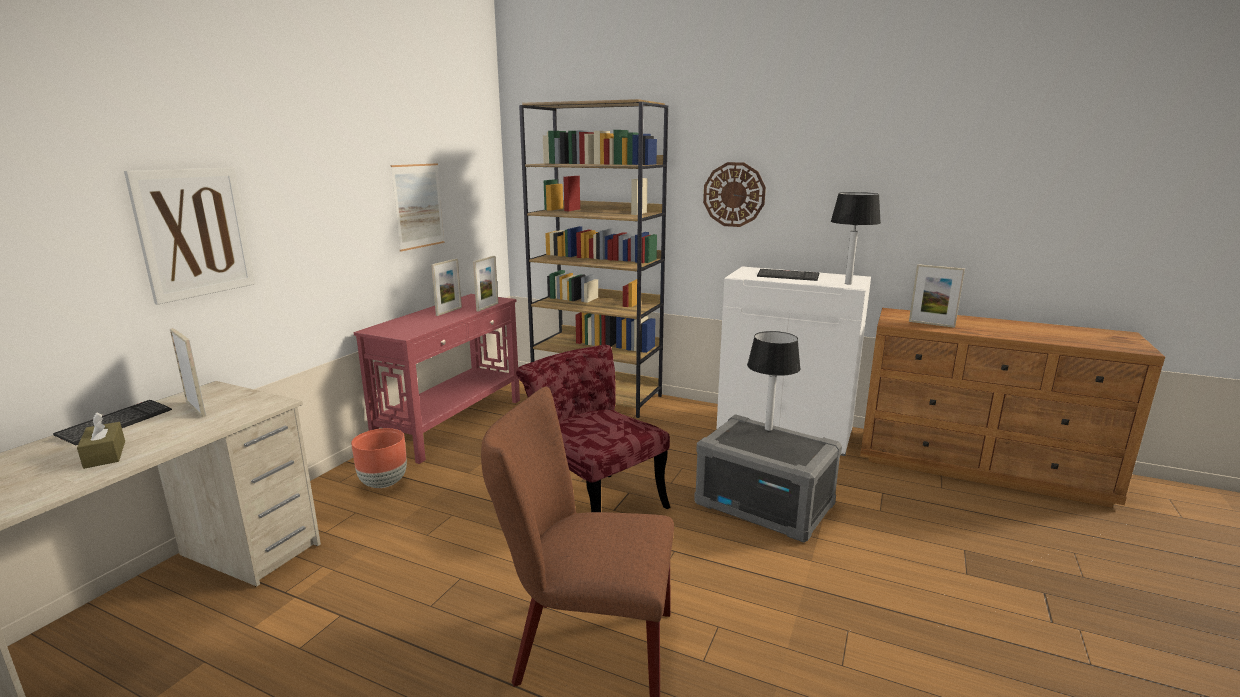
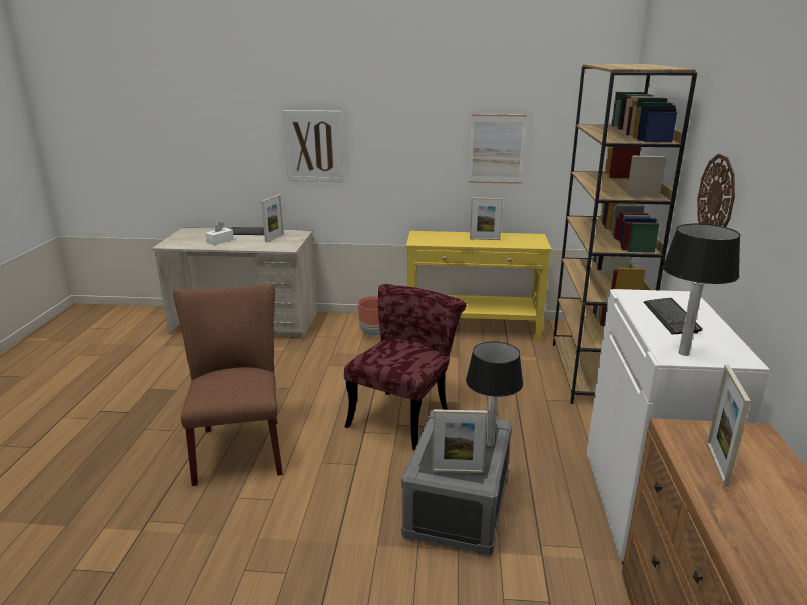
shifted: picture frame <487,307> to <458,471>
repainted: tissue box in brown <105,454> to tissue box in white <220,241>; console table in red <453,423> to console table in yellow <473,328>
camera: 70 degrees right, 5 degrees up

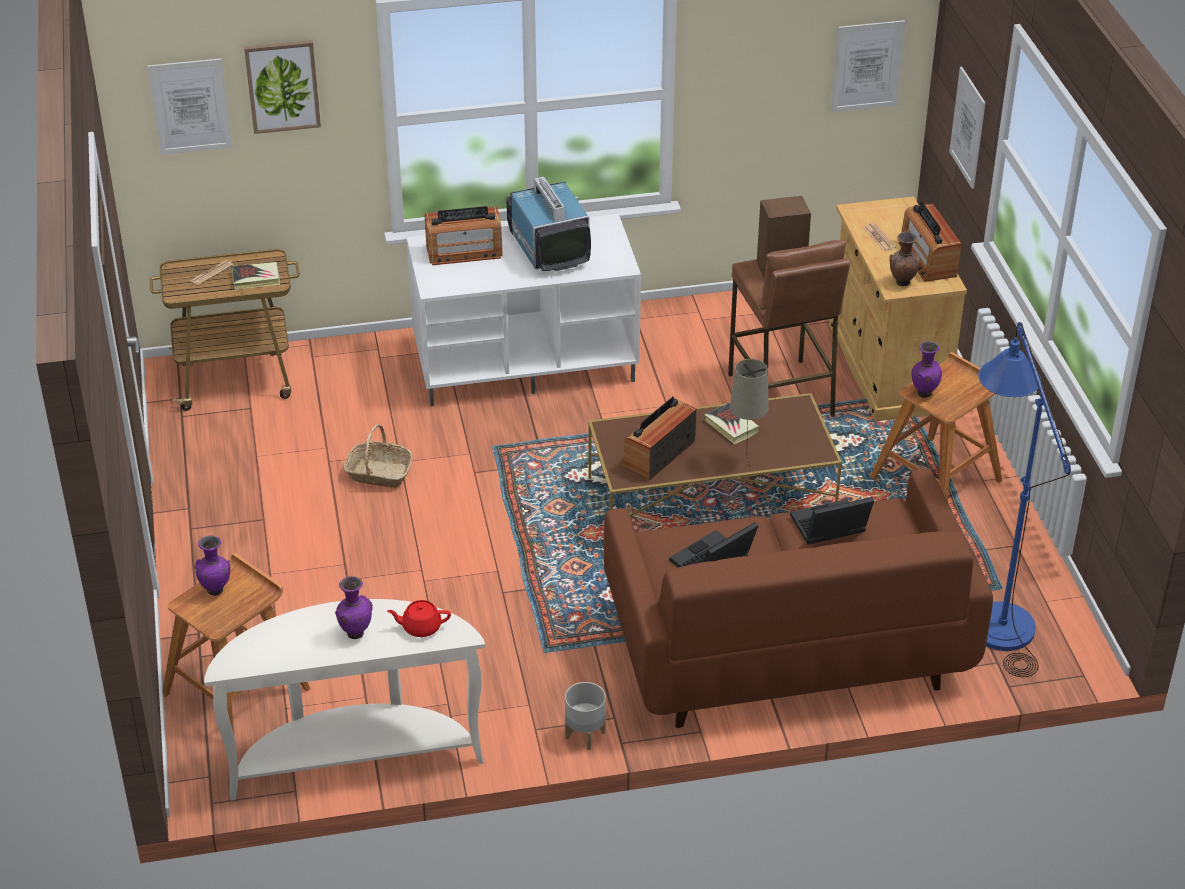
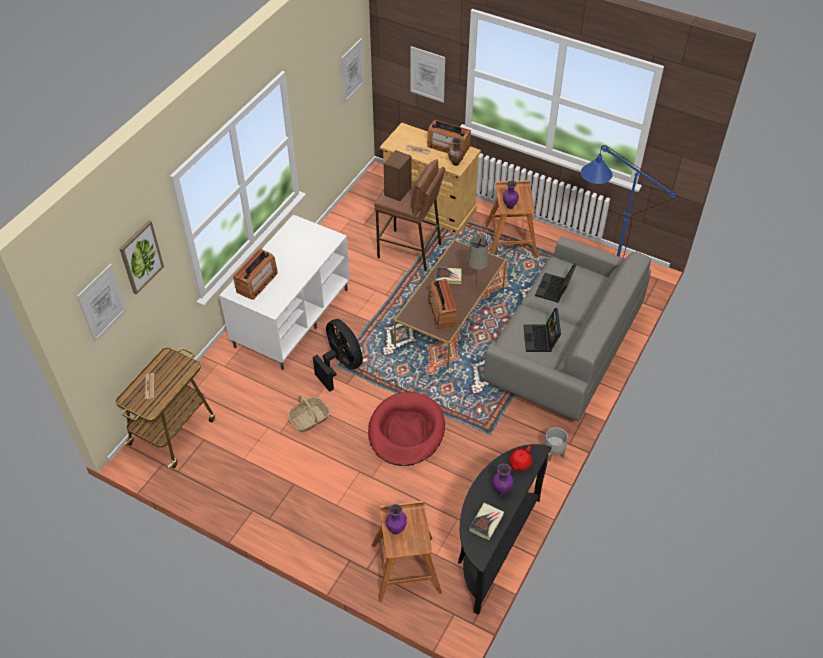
gone: television <548,246>
new: fan in black <340,365>; dog bed in red <406,431>
shifted: book <256,279> to <486,522>
repainted: console table in white <354,756> to console table in black <492,546>; sofa in brown <786,647> to sofa in grey <562,353>
camera: 50 degrees left, 10 degrees up

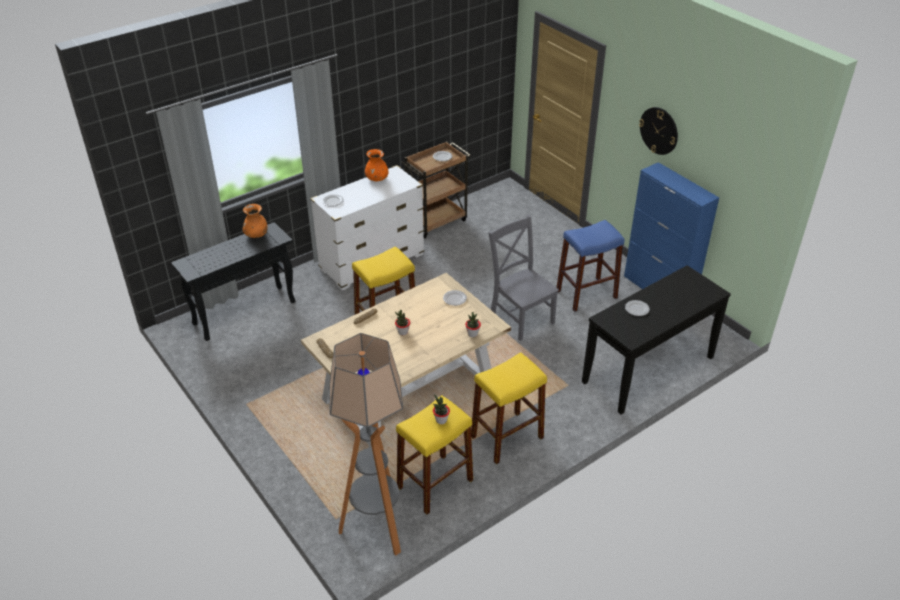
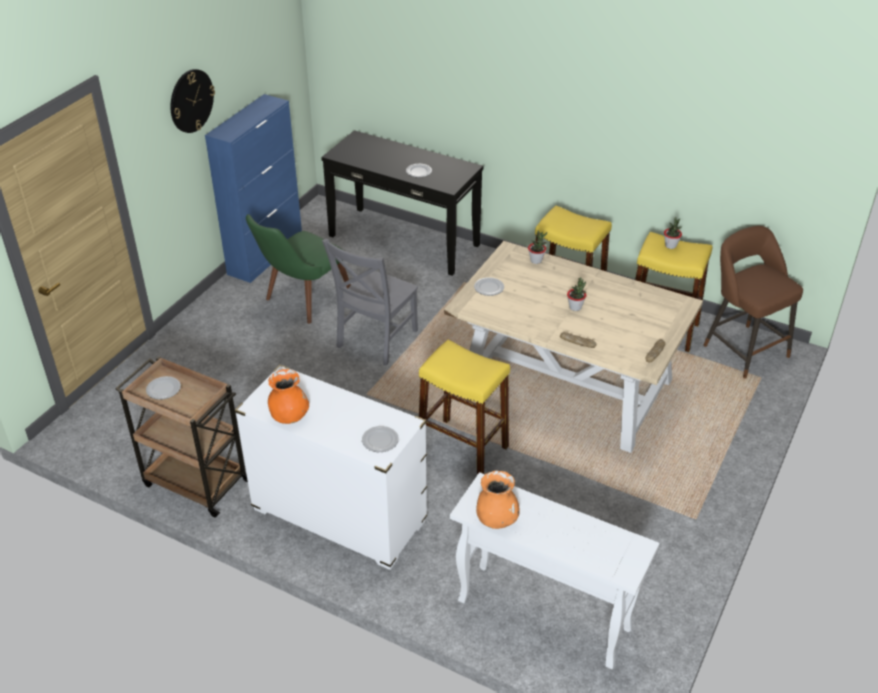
swapped: stool in blue <586,294> to chair in green <301,302>; floor lamp <376,527> to stool in brown <742,349>
repainted: console table in black <245,312> to console table in white <542,615>
camera: 115 degrees left, 0 degrees up

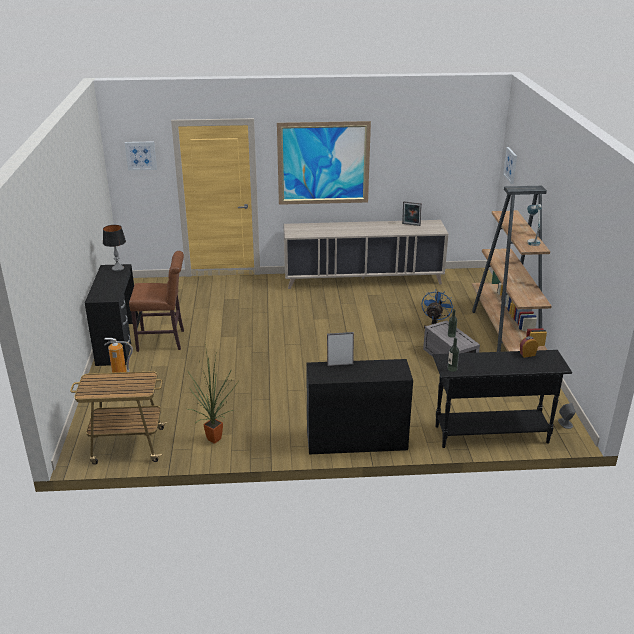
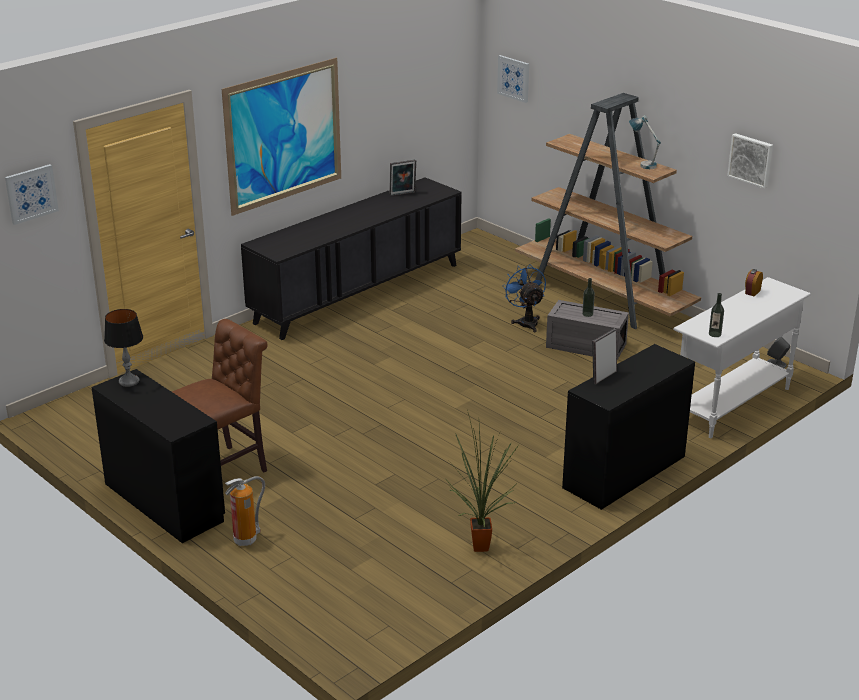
gone: cart <127,446>
new: picture <751,160>
repainted: cabinet in beige <363,279> to cabinet in black <357,293>; console table in black <490,434> to console table in white <732,404>
camera: 40 degrees left, 0 degrees up

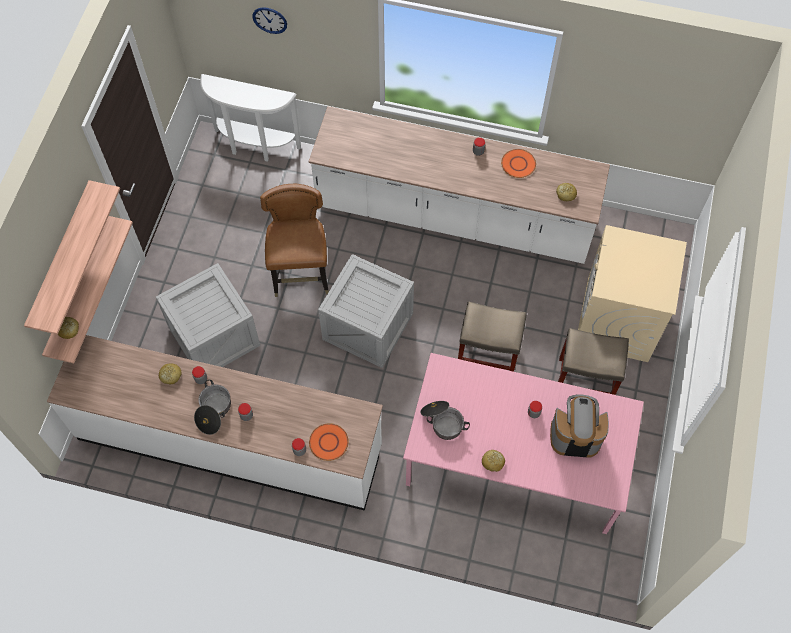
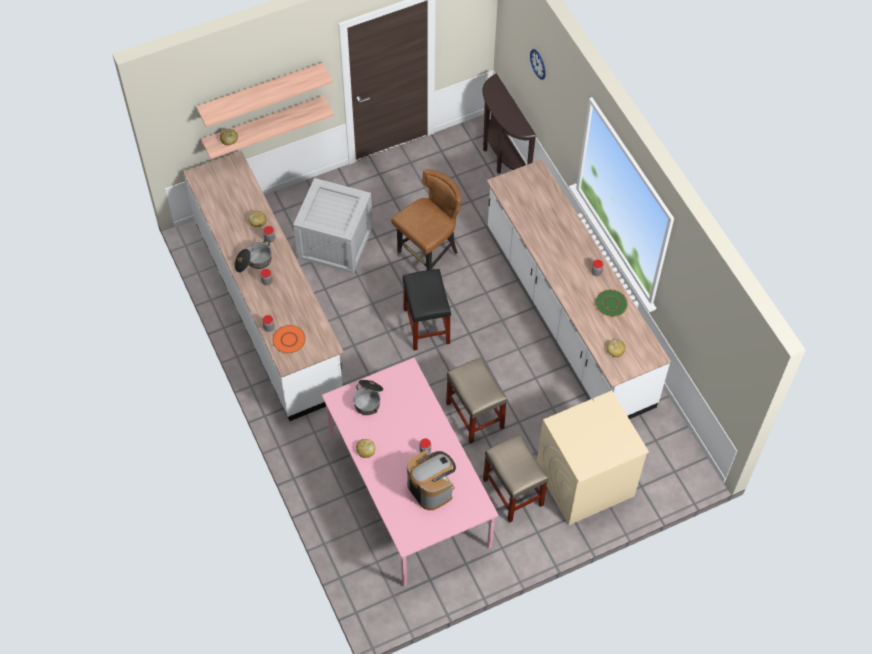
swapped: crate <366,327> to stool in black <426,325>
repainted: console table in white <255,147> to console table in brown <501,158>; plate in orange <518,164> to plate in green <611,303>
camera: 50 degrees right, 5 degrees down

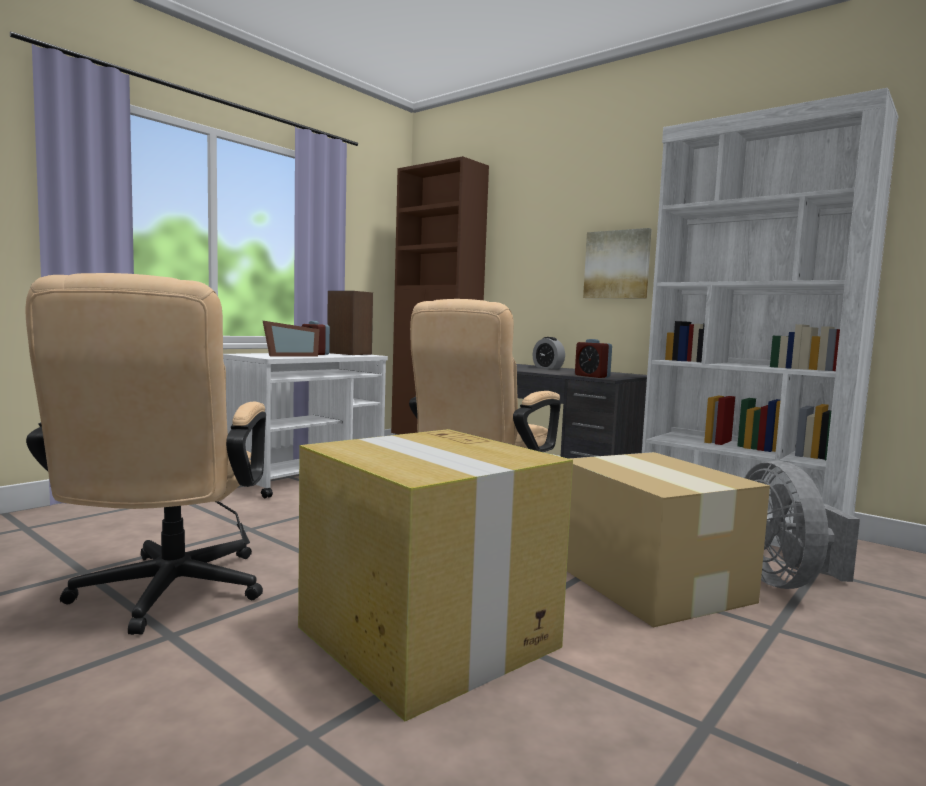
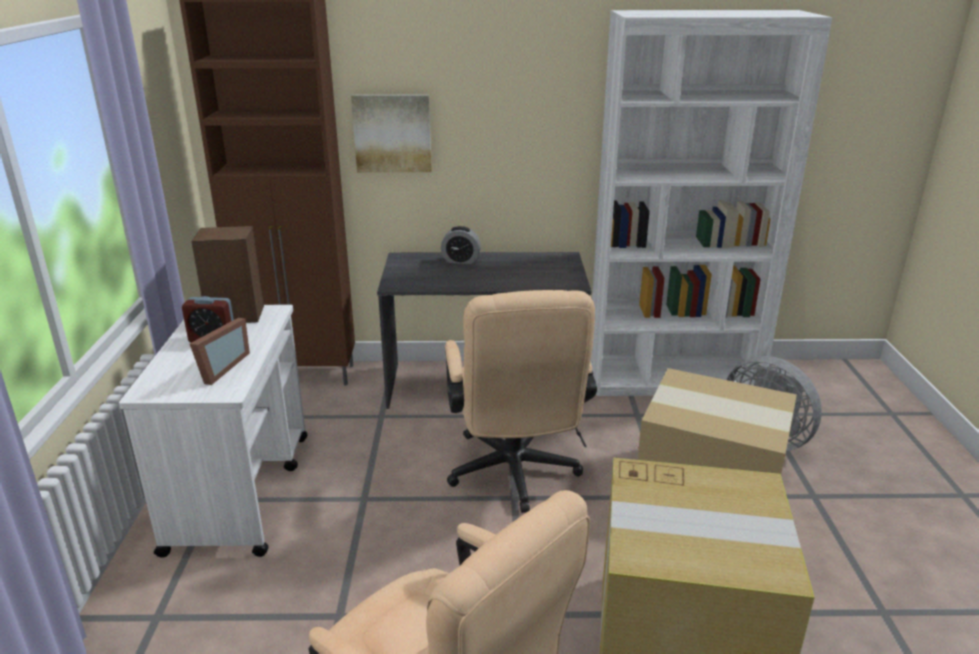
gone: alarm clock <592,376>
shifted: picture <617,264> to <392,133>
camera: 40 degrees left, 20 degrees up

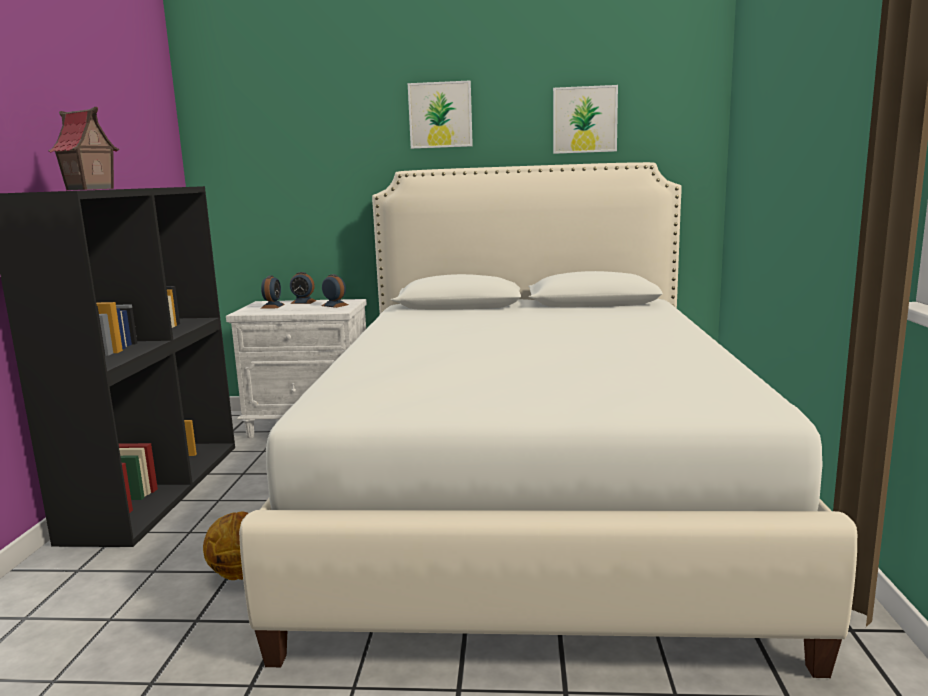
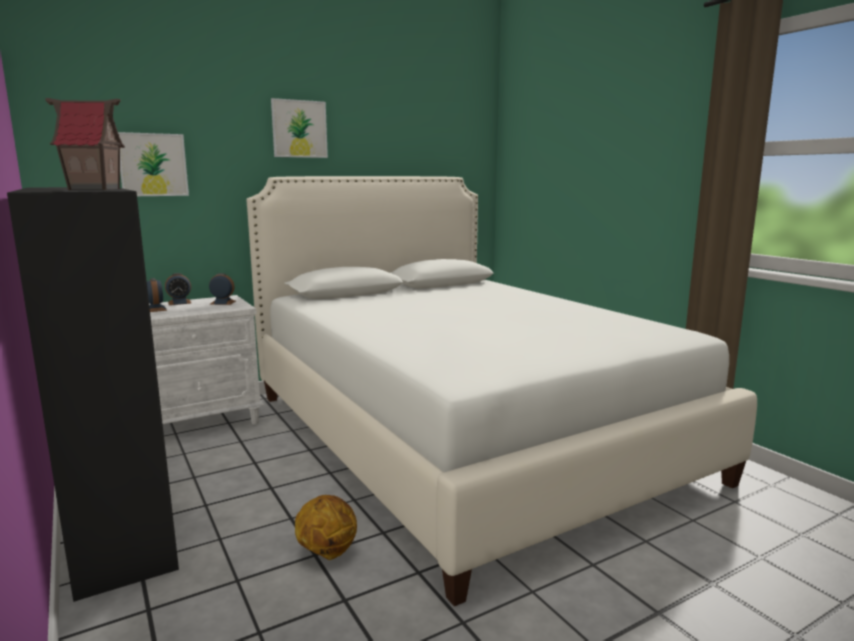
shifted: picture <584,120> to <153,165>
camera: 35 degrees left, 0 degrees up

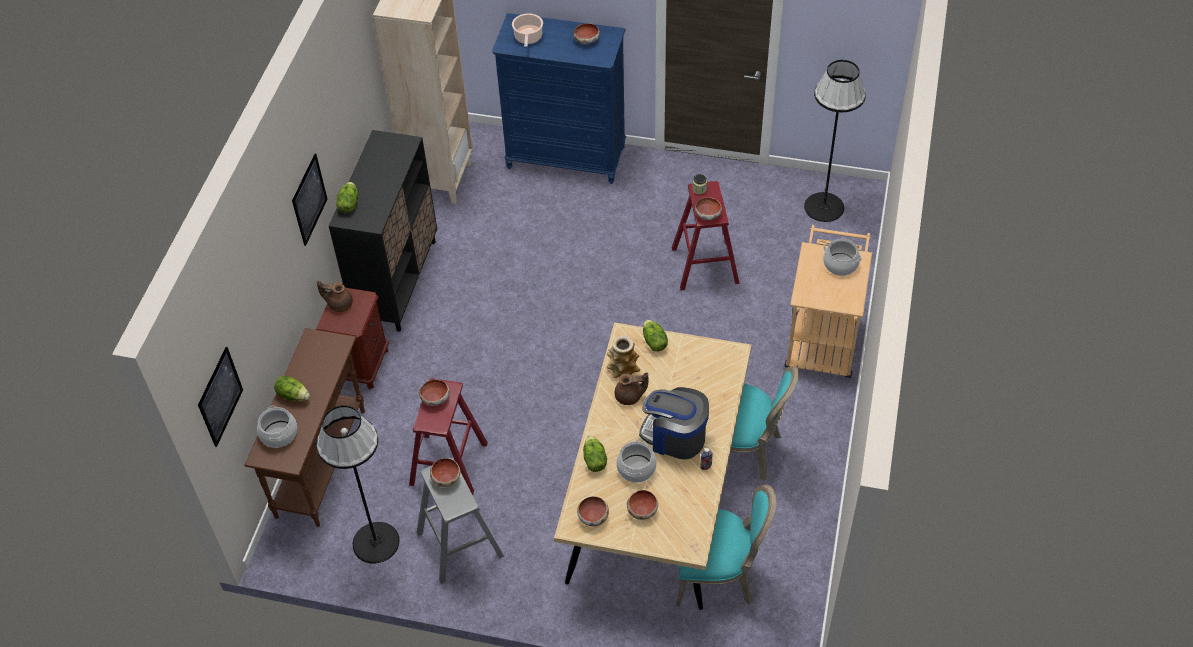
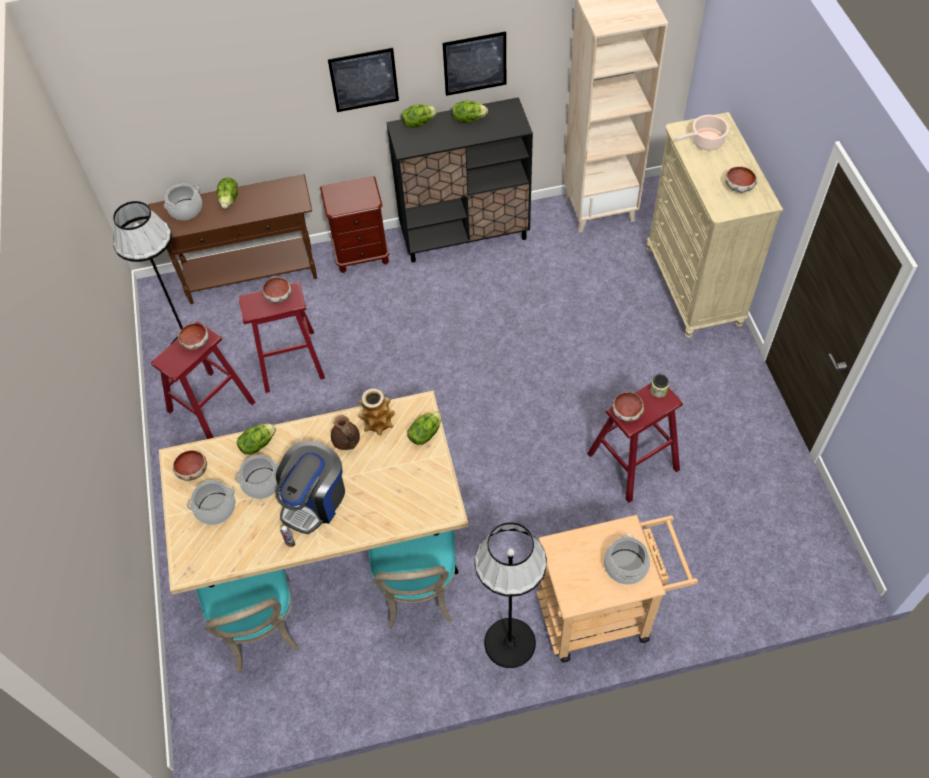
gone: teapot in brown <339,304>
new: lettuce <468,119>
shifted: picture <220,396> to <475,63>; floor lamp in black <824,207> to <510,642>
swapped: bowl <642,510> to cooking pot <215,508>
repainted: stool in grey <460,544> to stool in red <211,407>; dresser in blue <566,158> to dresser in beige <693,287>
rotated: coffee machine <674,437> = <314,500> 150 degrees counterclockwise
camera: 65 degrees right, 5 degrees up

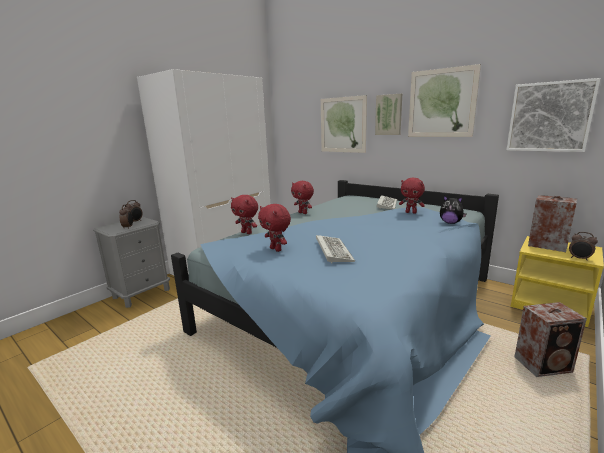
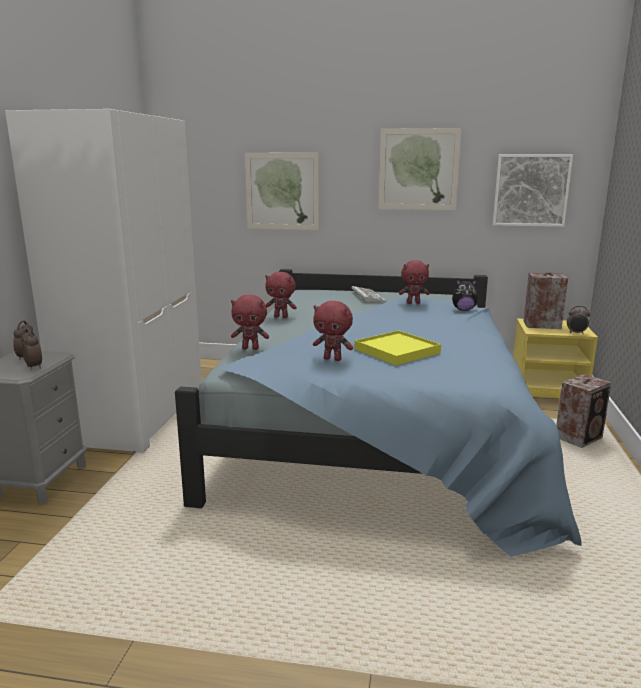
gone: picture <389,115>
swapped: keyboard <332,250> to tray in yellow <396,351>
camera: 30 degrees left, 0 degrees up

